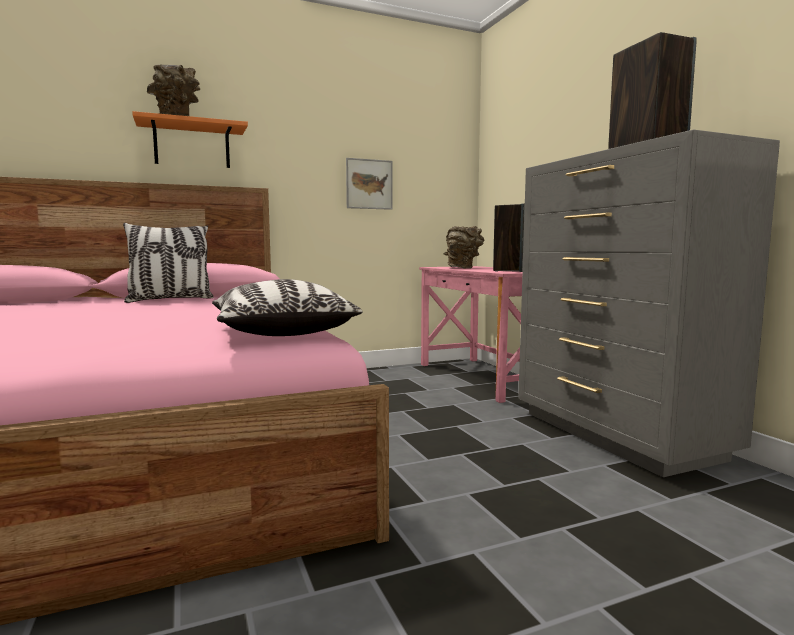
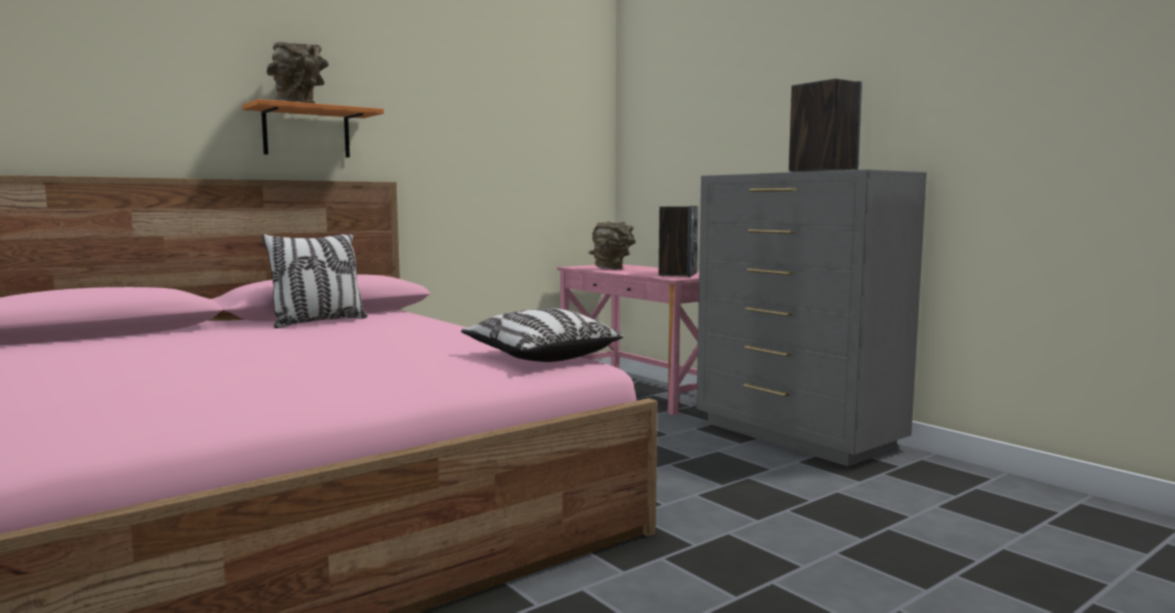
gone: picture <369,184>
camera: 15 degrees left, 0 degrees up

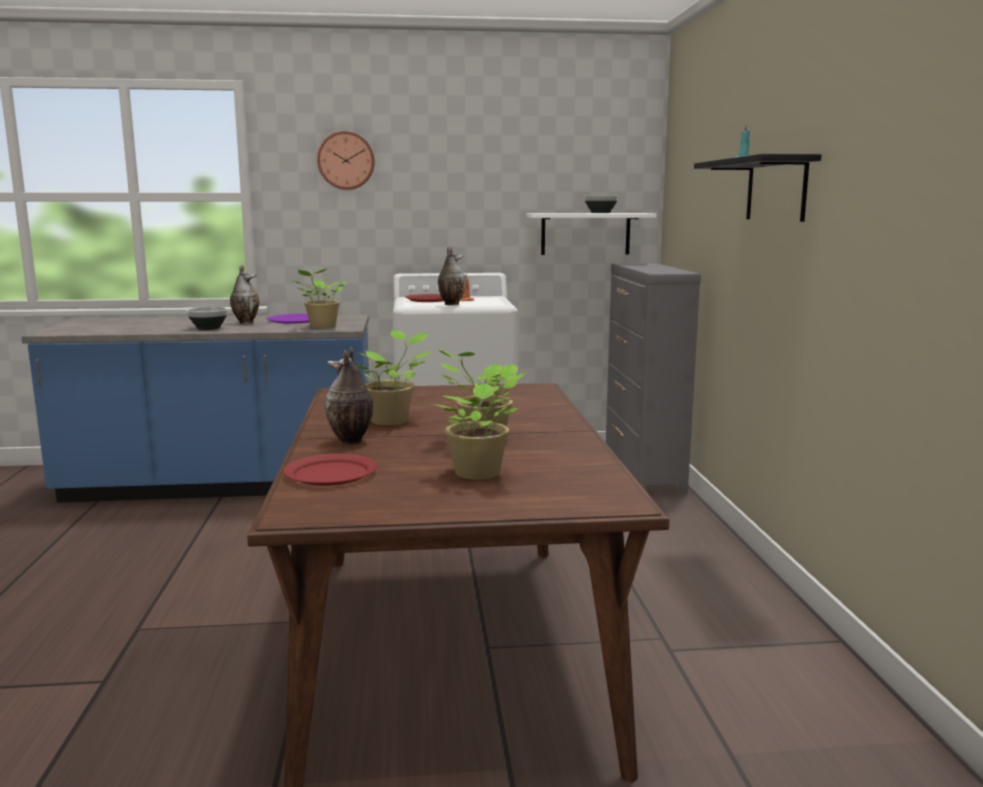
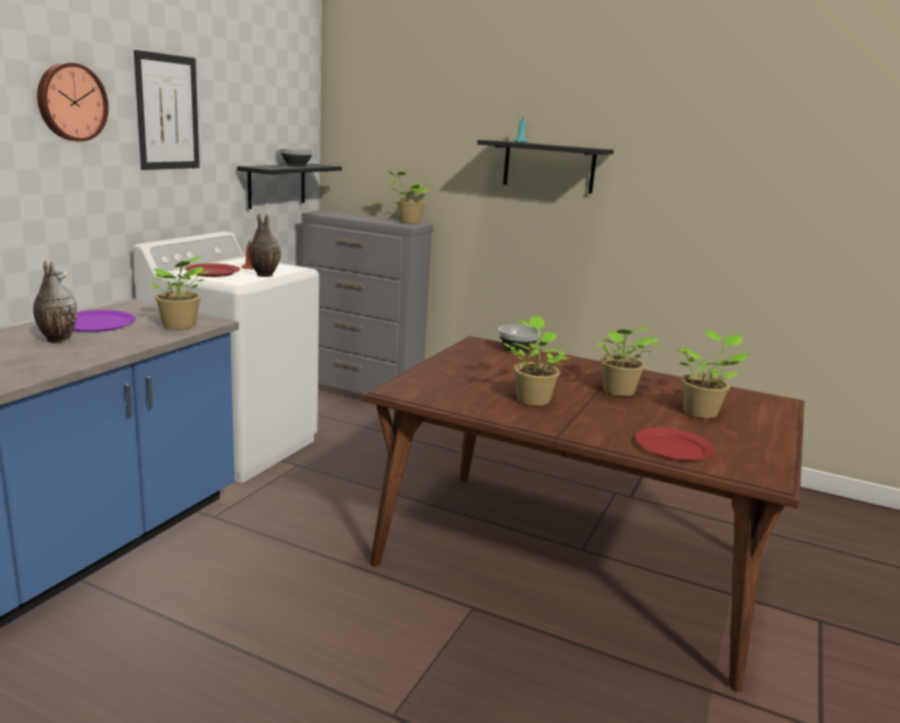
gone: vase <350,442>
new: picture <167,112>; potted plant <408,222>
shifted: bowl <208,328> to <518,349>
repainted: shelf in white <585,234> to shelf in black <277,185>
camera: 60 degrees left, 5 degrees up

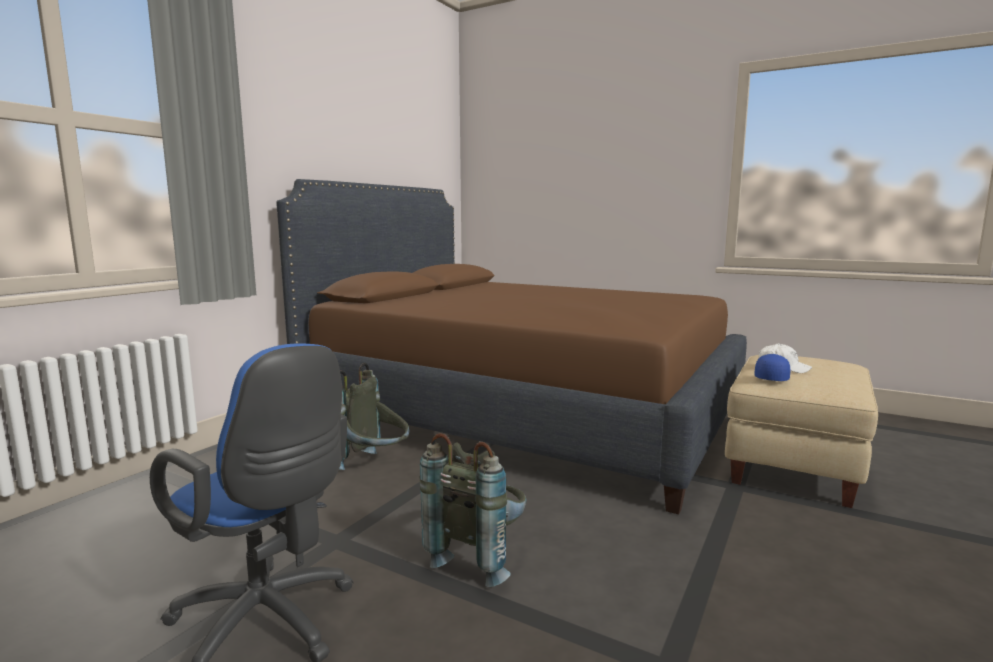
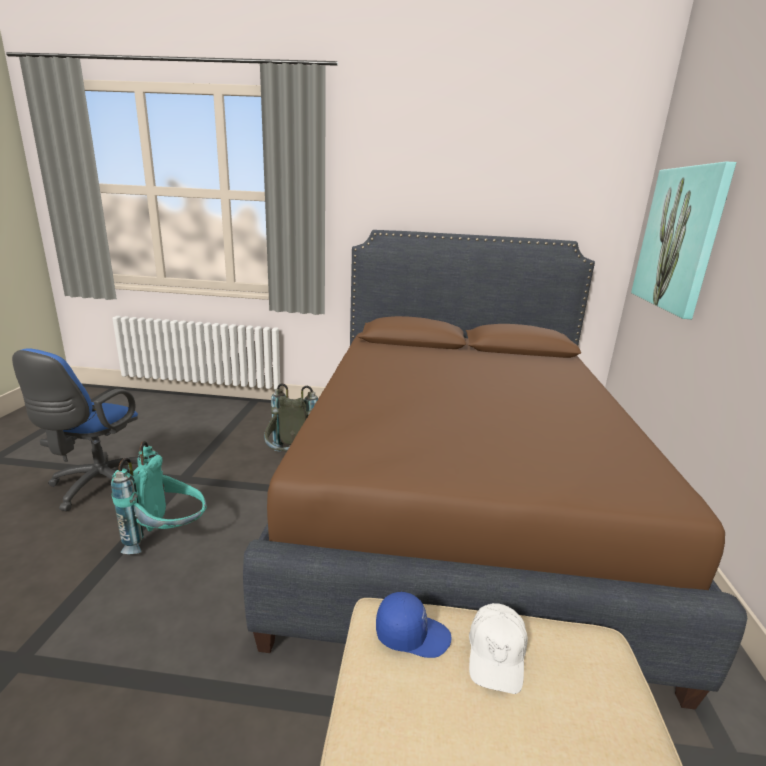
new: picture <679,239>
repainted: backpack in grey <479,556> to backpack in turquoise <169,538>
camera: 65 degrees right, 10 degrees up

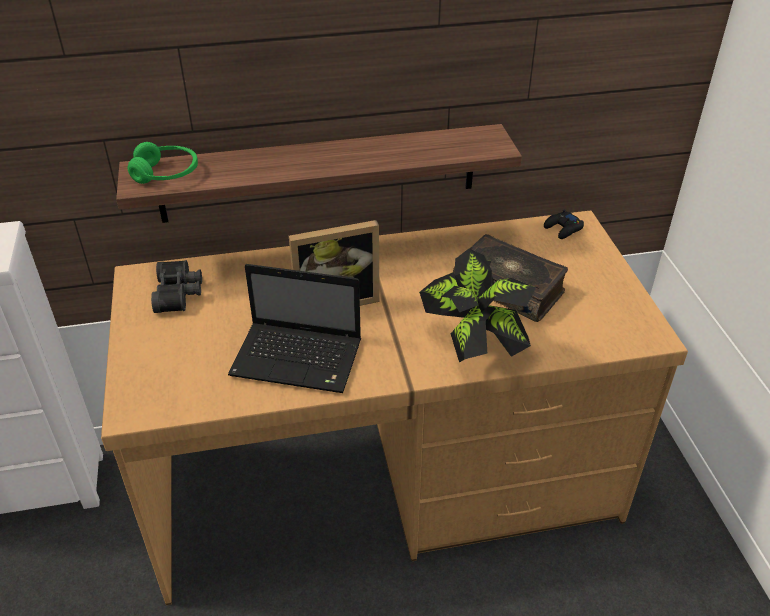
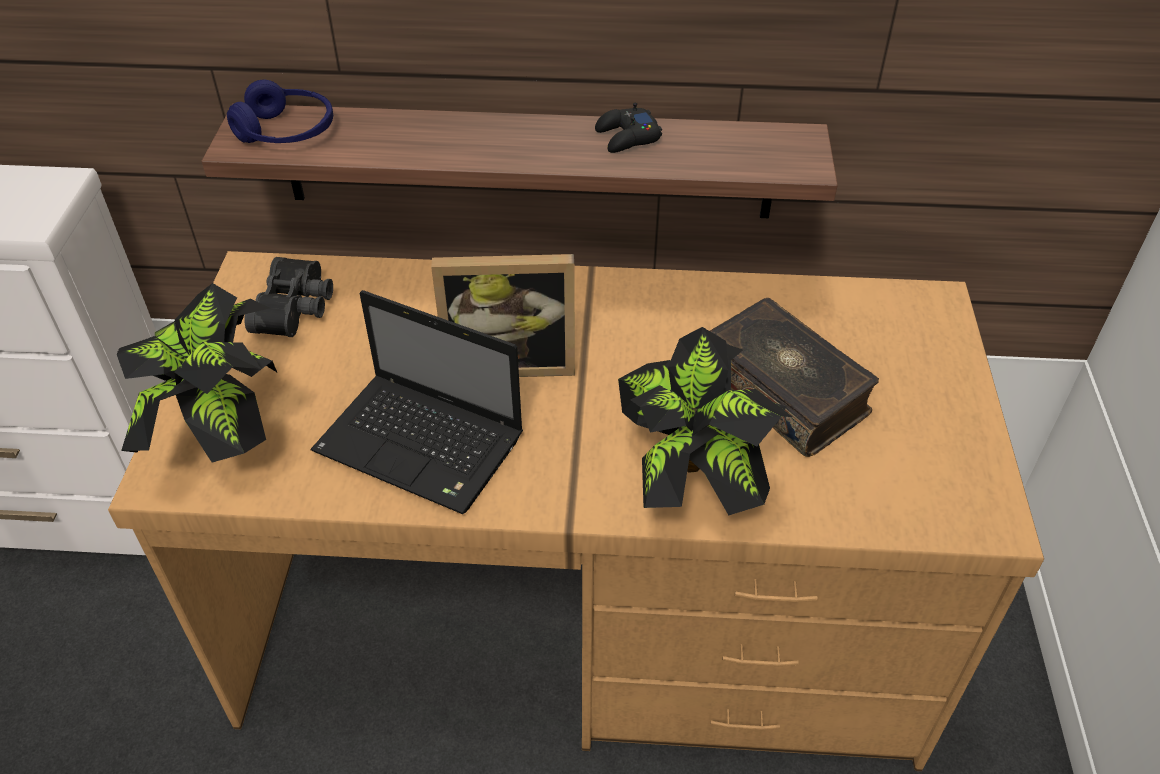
new: potted plant <223,435>
shifted: game controller in black <563,229> to <627,137>
repainted: headphones in green <166,174> to headphones in blue <286,132>
camera: 15 degrees right, 5 degrees up

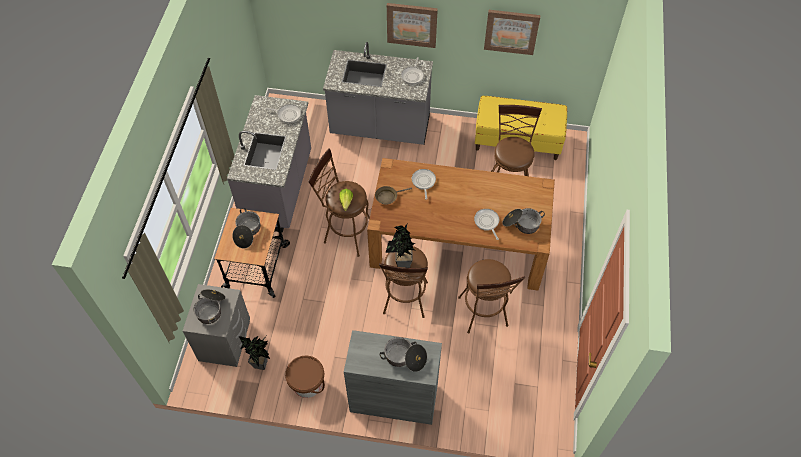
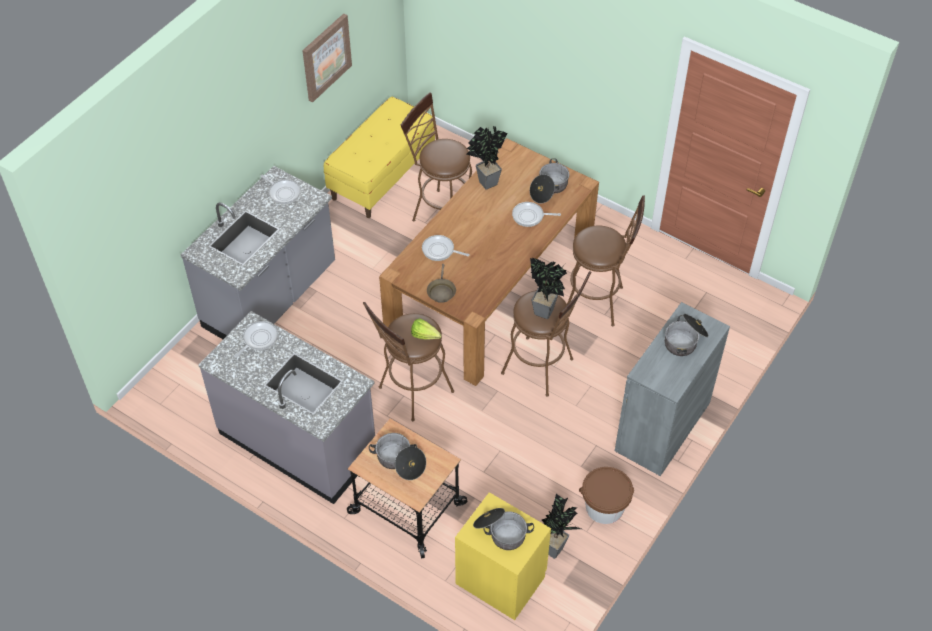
gone: picture <412,24>
new: potted plant <485,183>
repainted: nightstand in grey <225,341> to nightstand in yellow <501,579>
camera: 65 degrees left, 5 degrees down

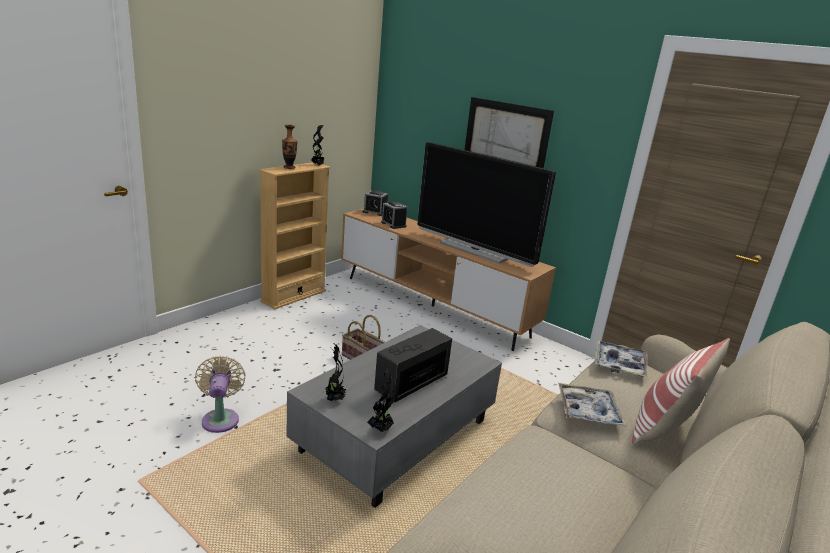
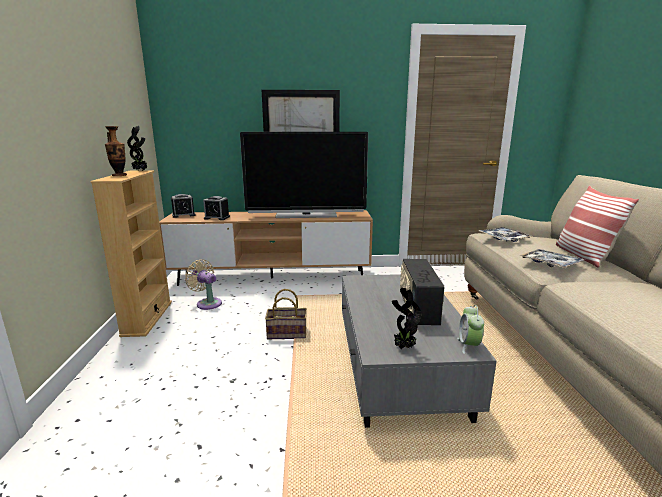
shifted: fan in beige <221,418> to <207,303>
swapped: potted plant <381,429> to alarm clock <468,346>
camera: 40 degrees left, 5 degrees down

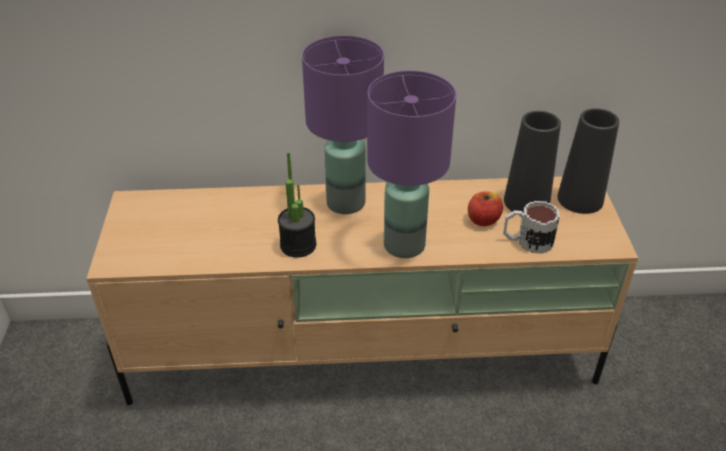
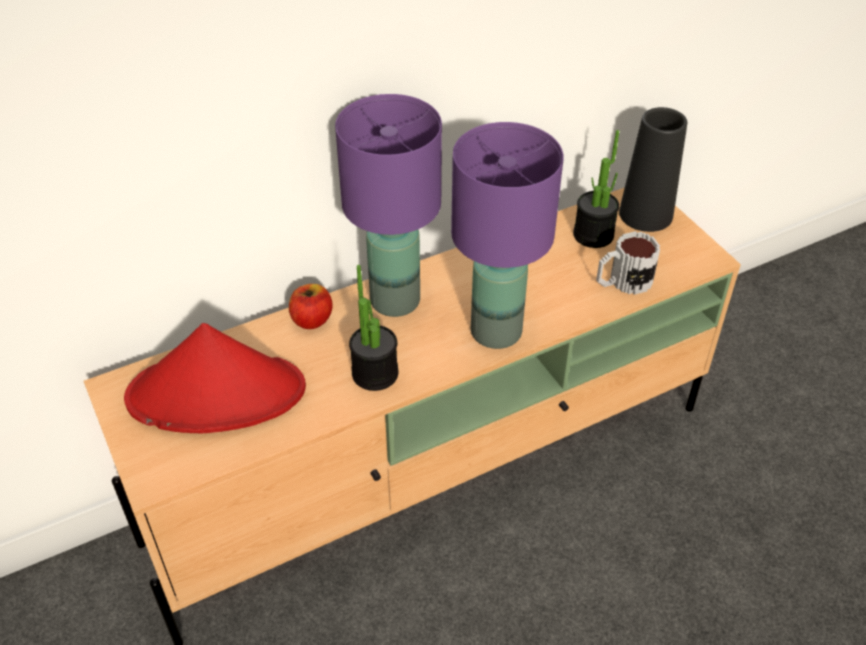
new: hat in red <217,394>
shifted: apple <483,220> to <311,320>
swapped: vase in black <526,202> to potted plant <593,235>
camera: 25 degrees left, 5 degrees up

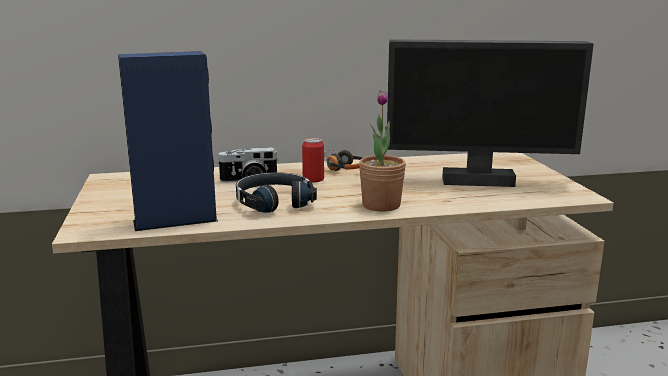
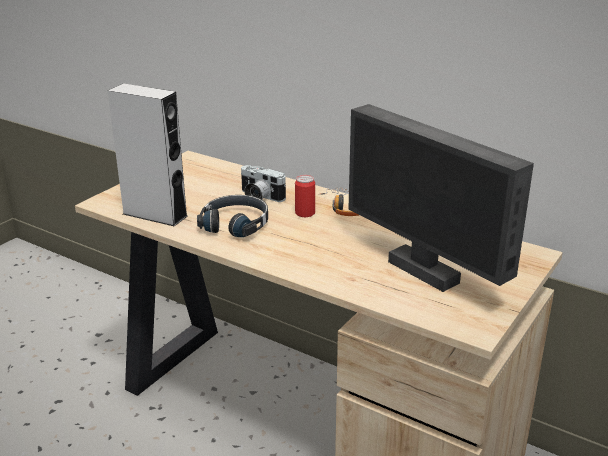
gone: potted plant <381,205>
repainted: speaker in blue <175,220> to speaker in grey <155,215>
camera: 45 degrees right, 10 degrees up

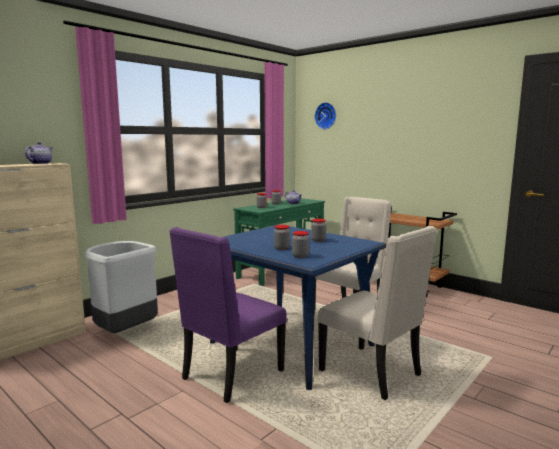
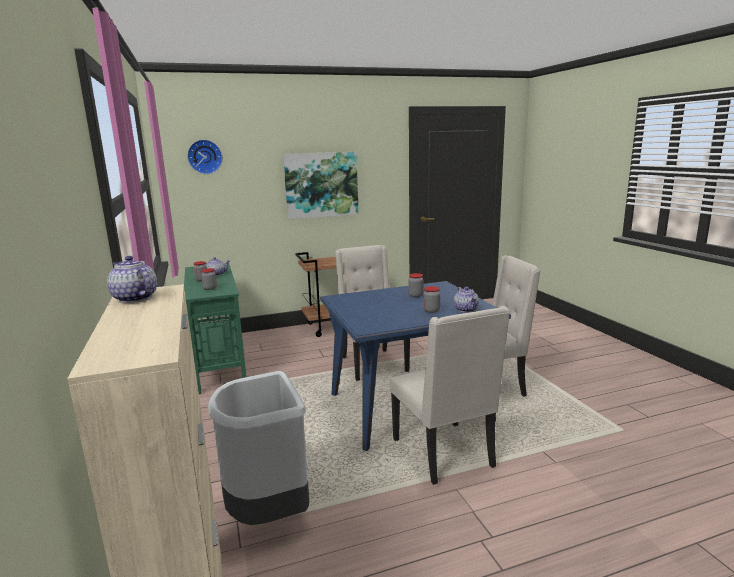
new: picture <321,185>
swapped: jar <300,256> to teapot <466,309>
repainted: chair in purple <231,375> to chair in beige <445,453>
camera: 60 degrees left, 5 degrees up

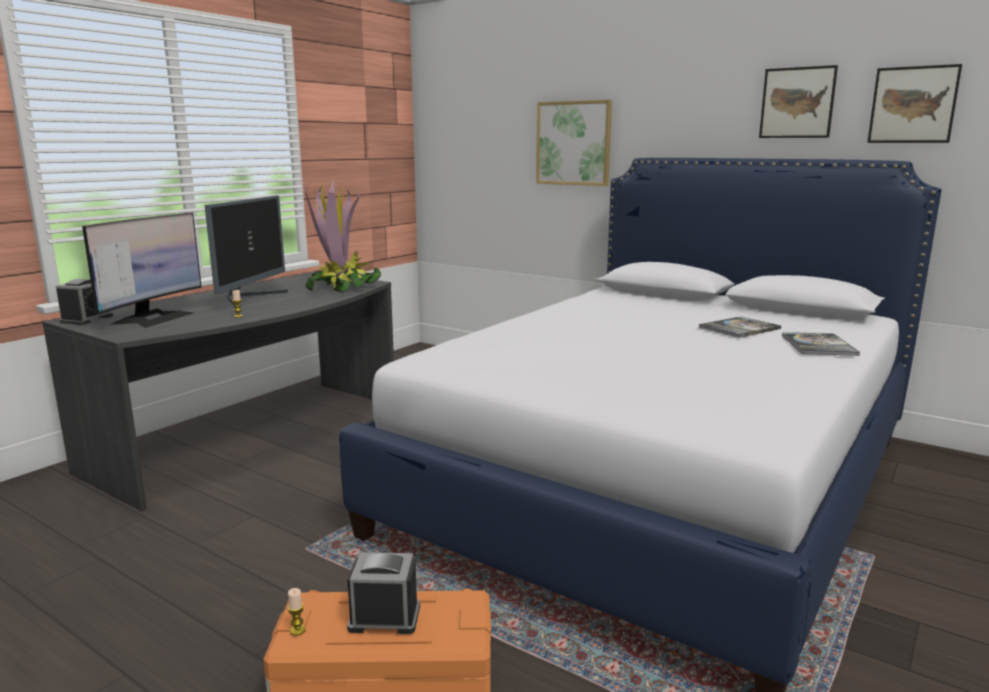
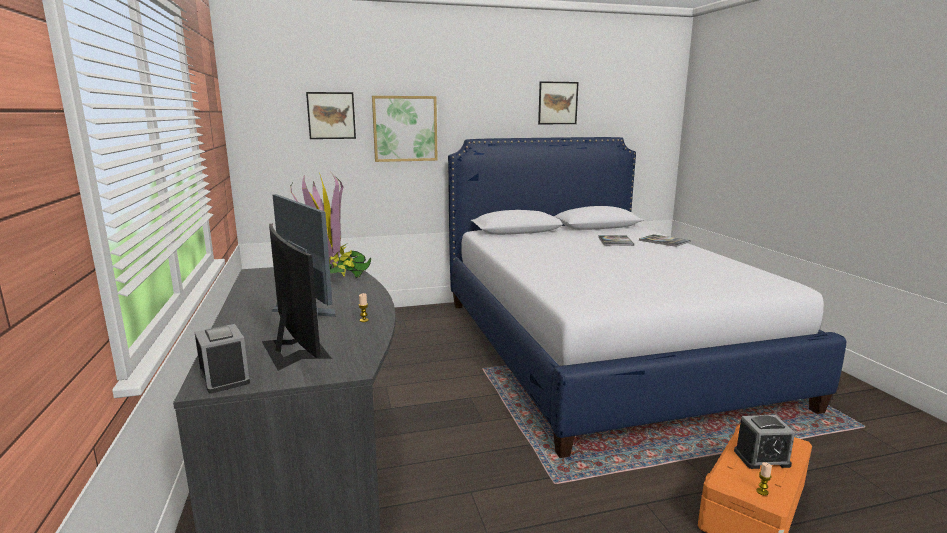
shifted: picture <913,105> to <331,115>
rotated: alarm clock <384,617> = <761,458> 135 degrees counterclockwise
camera: 50 degrees left, 0 degrees up

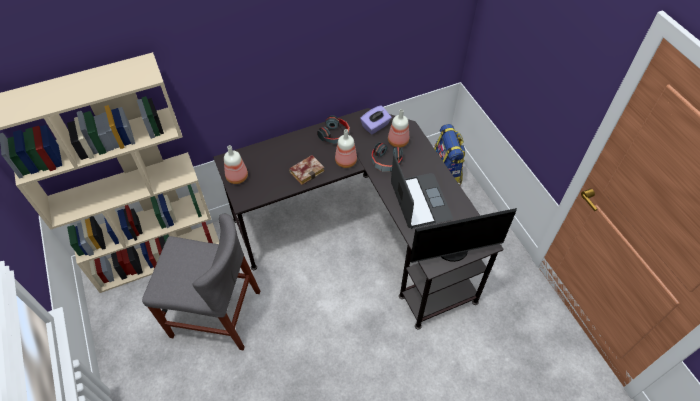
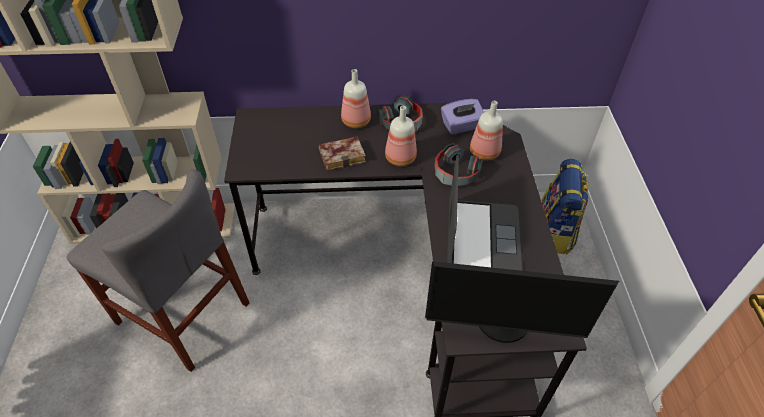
shifted: bottle <238,177> to <357,121>
camera: 20 degrees right, 5 degrees down

